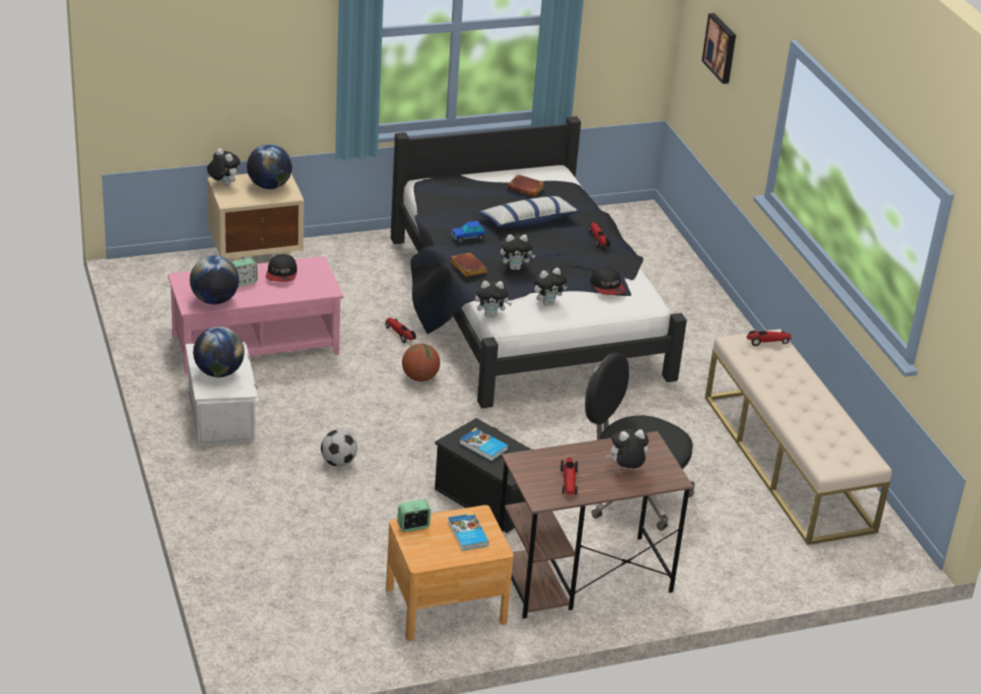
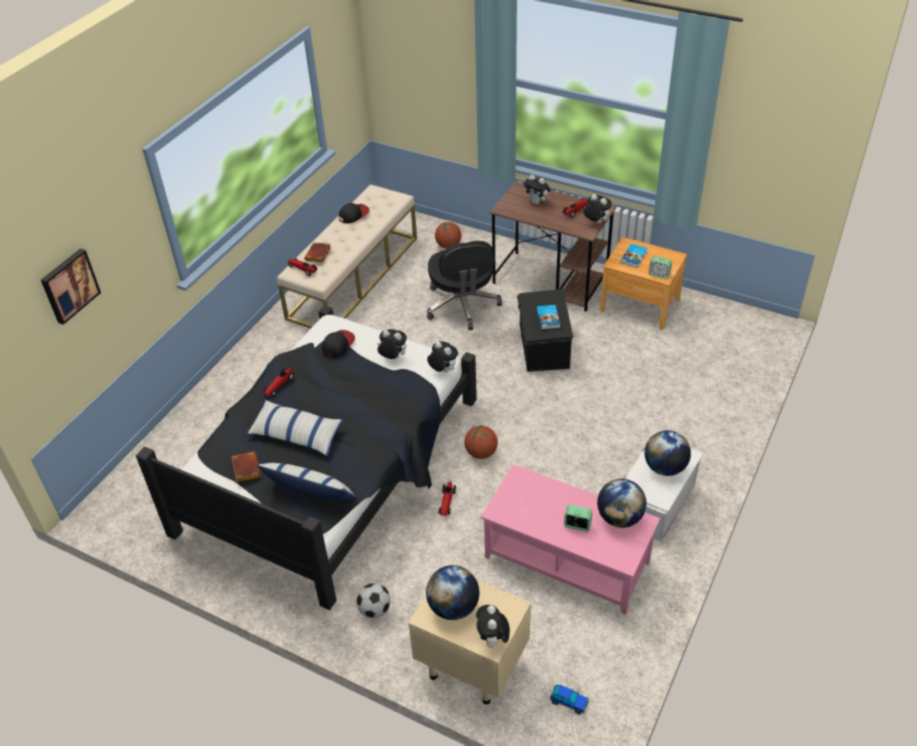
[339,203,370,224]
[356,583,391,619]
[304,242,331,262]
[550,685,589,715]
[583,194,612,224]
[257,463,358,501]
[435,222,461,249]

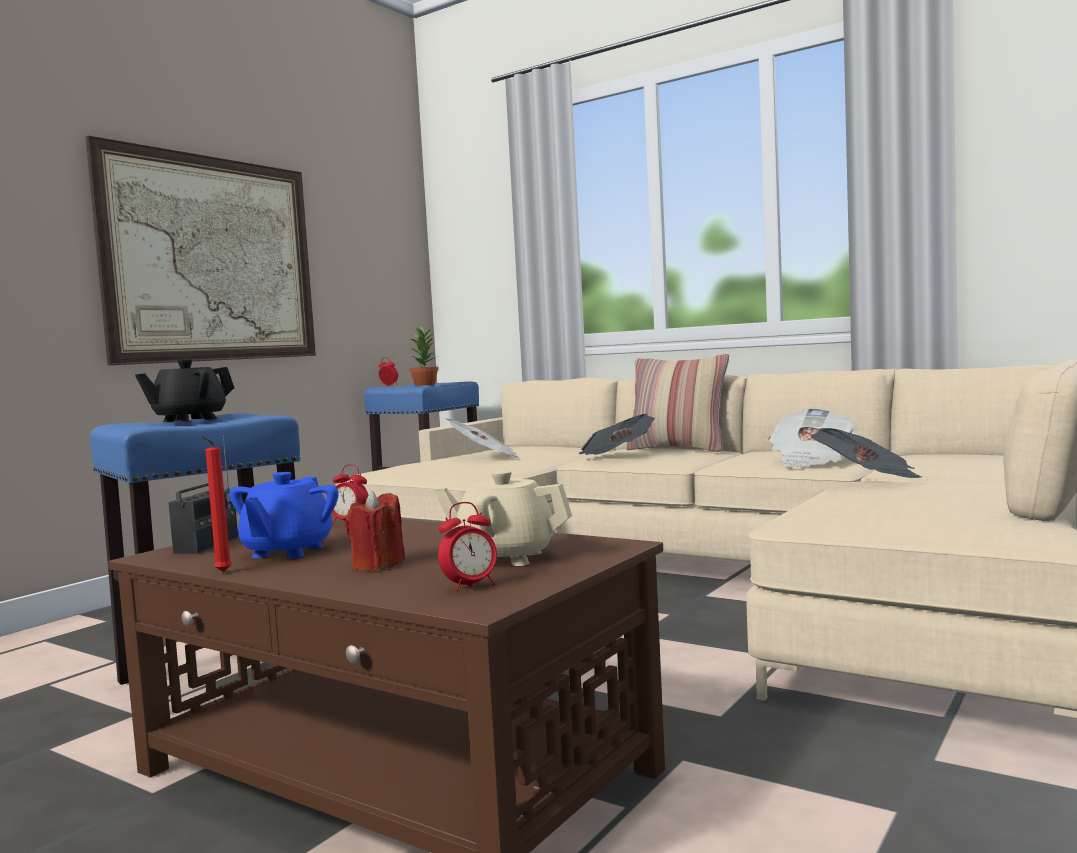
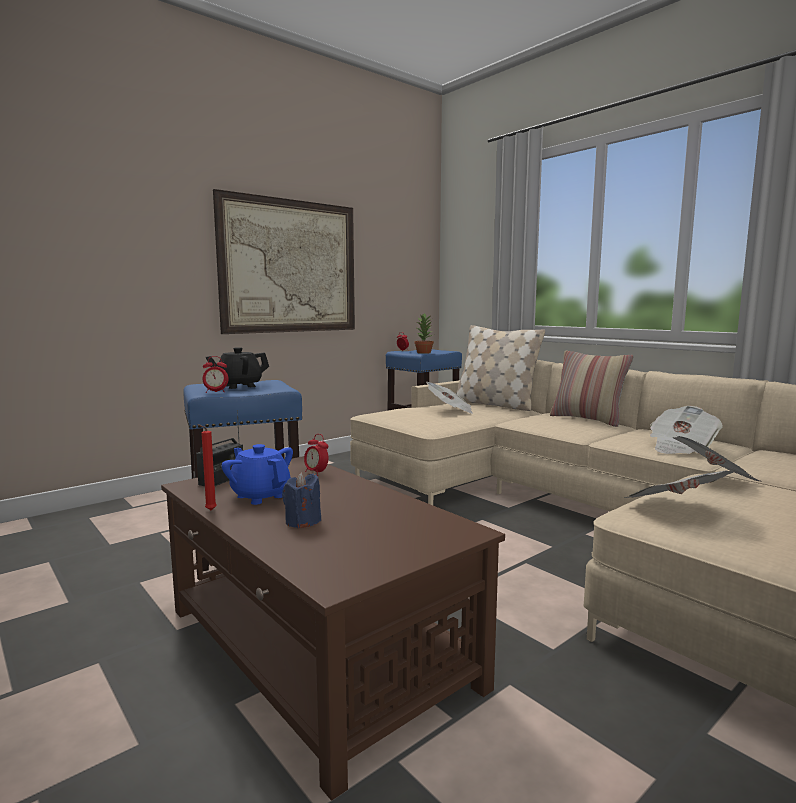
[222,444,293,505]
[282,472,321,528]
[434,470,572,566] (first image)
[203,356,229,393]
[624,470,734,498]
[456,325,545,411]

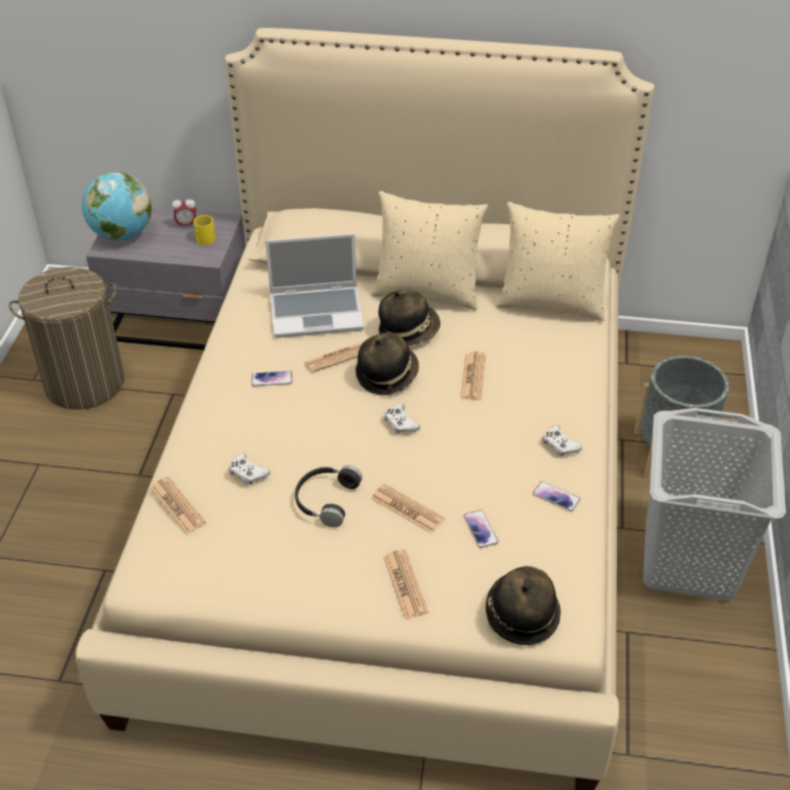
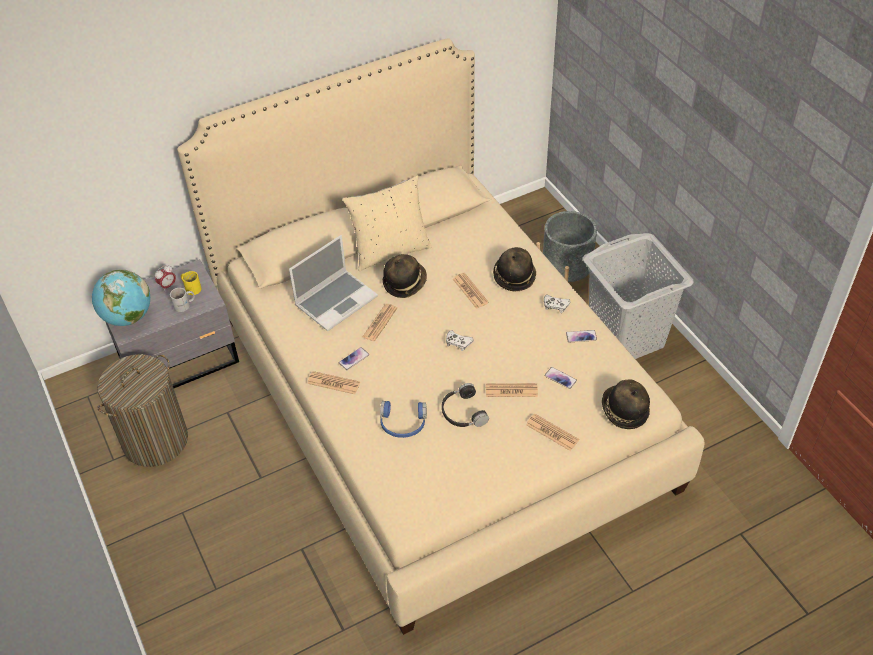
[308,371,360,394]
[380,401,427,438]
[493,247,536,291]
[496,202,620,321] (first image)
[170,288,195,312]

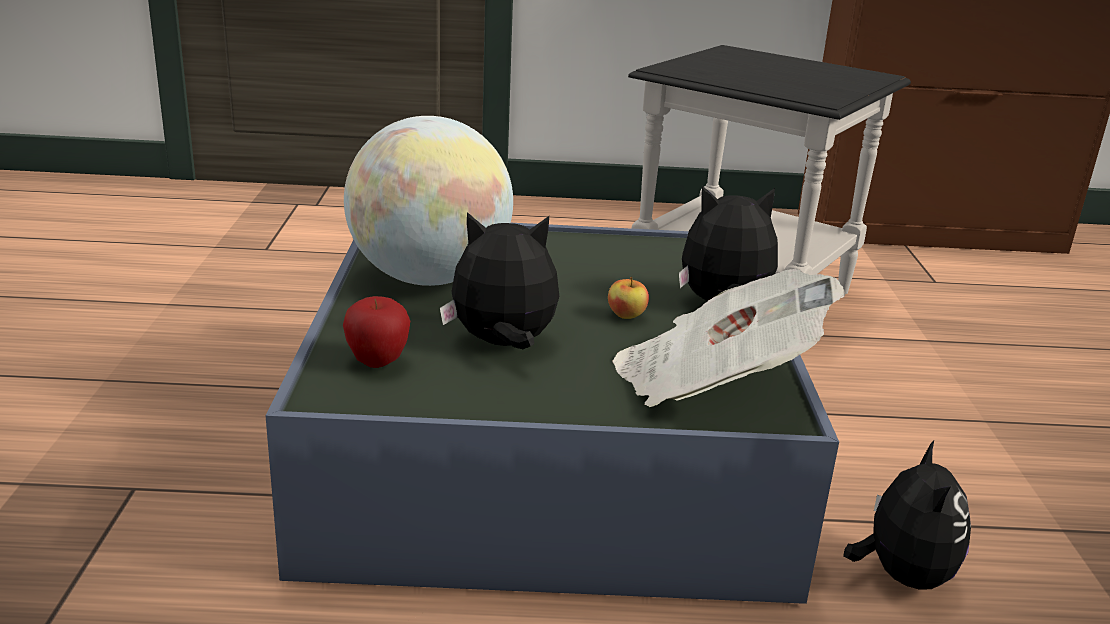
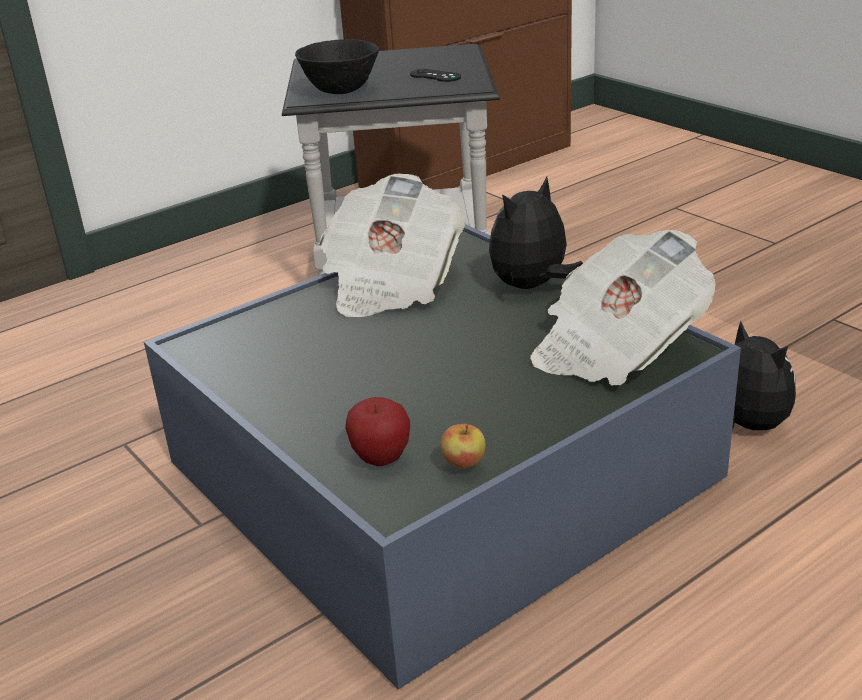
[344,116,513,286] (first image)
[440,212,559,349] (first image)
[440,424,486,469]
[295,39,379,94]
[320,174,465,317]
[410,69,461,82]

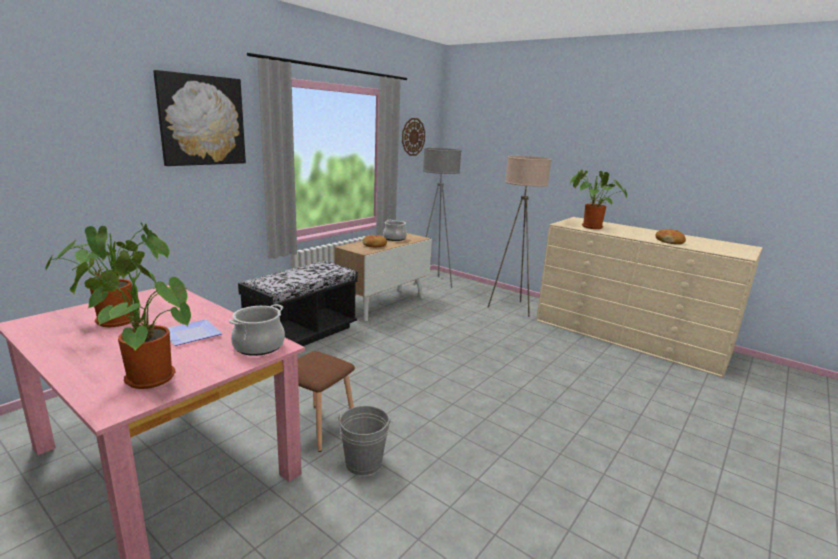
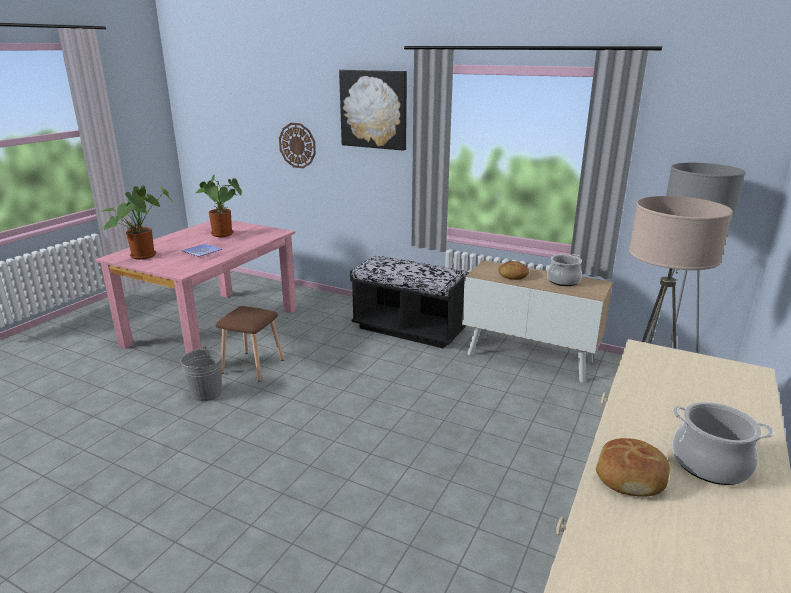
[672,402,774,485]
[279,123,316,168]
[570,170,627,229] (first image)

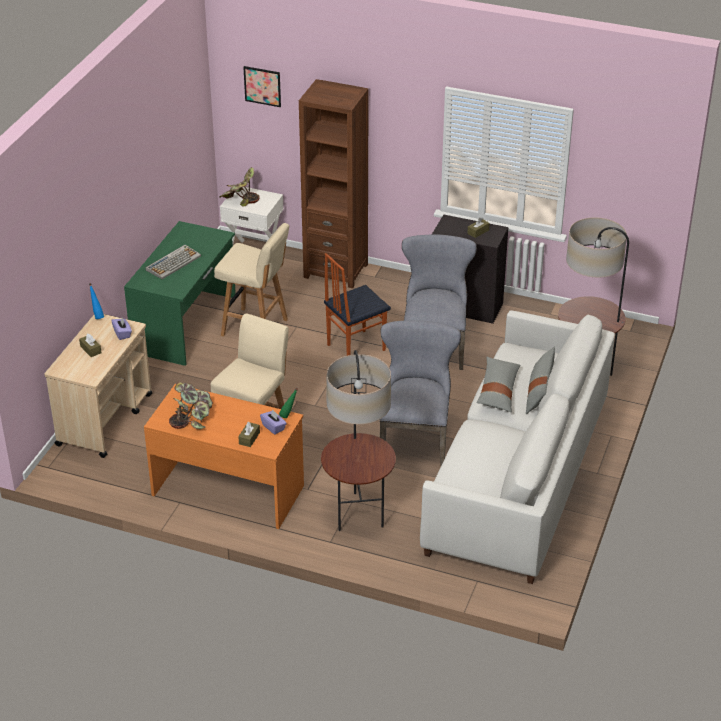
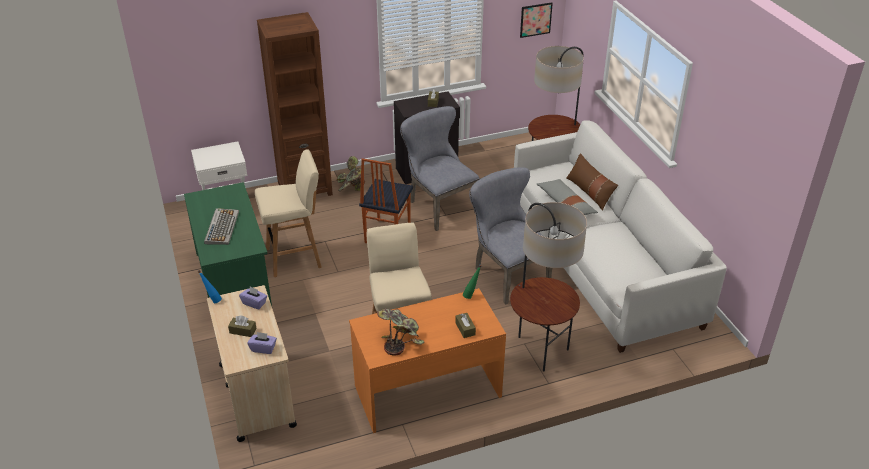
[337,156,365,192]
[520,2,553,38]
[247,332,277,354]
[566,153,618,211]

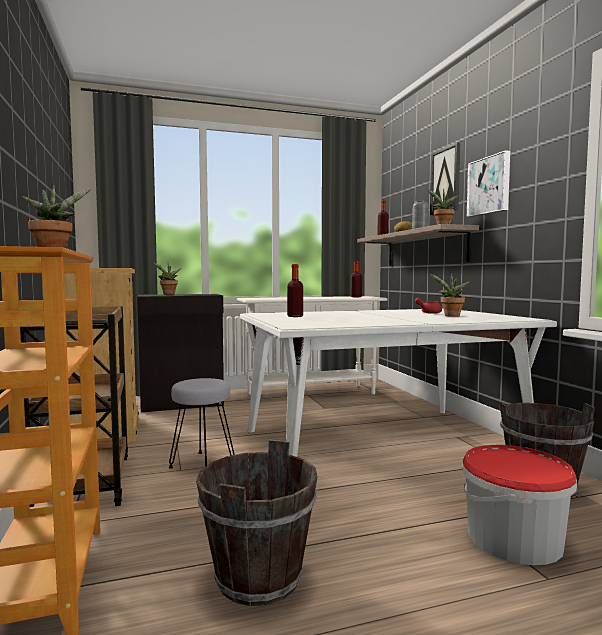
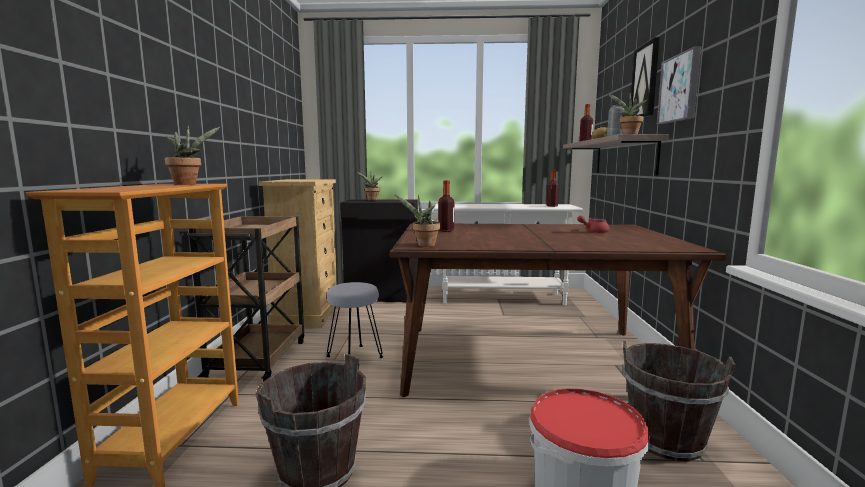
[390,223,726,397]
[394,194,440,247]

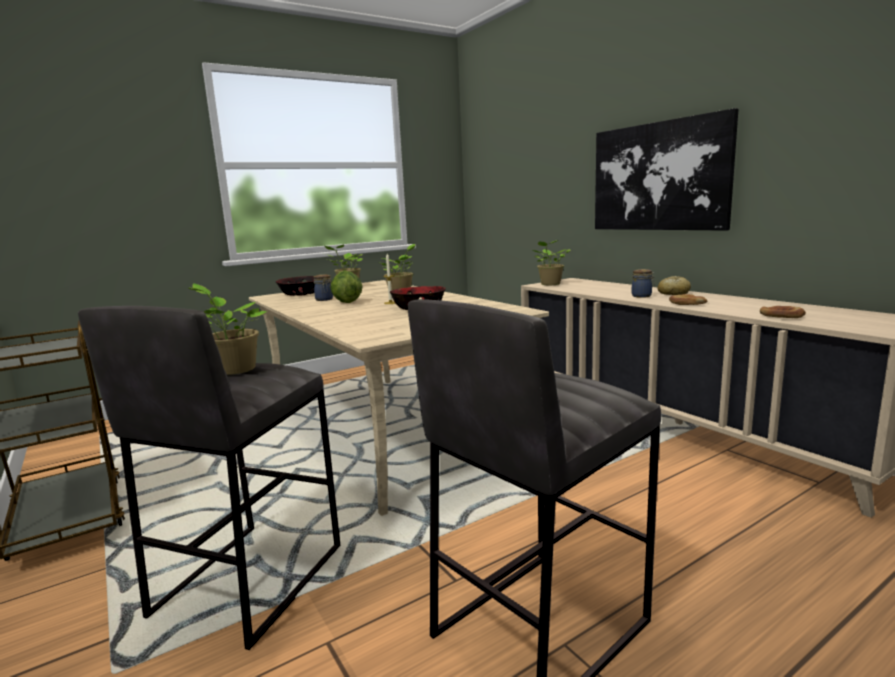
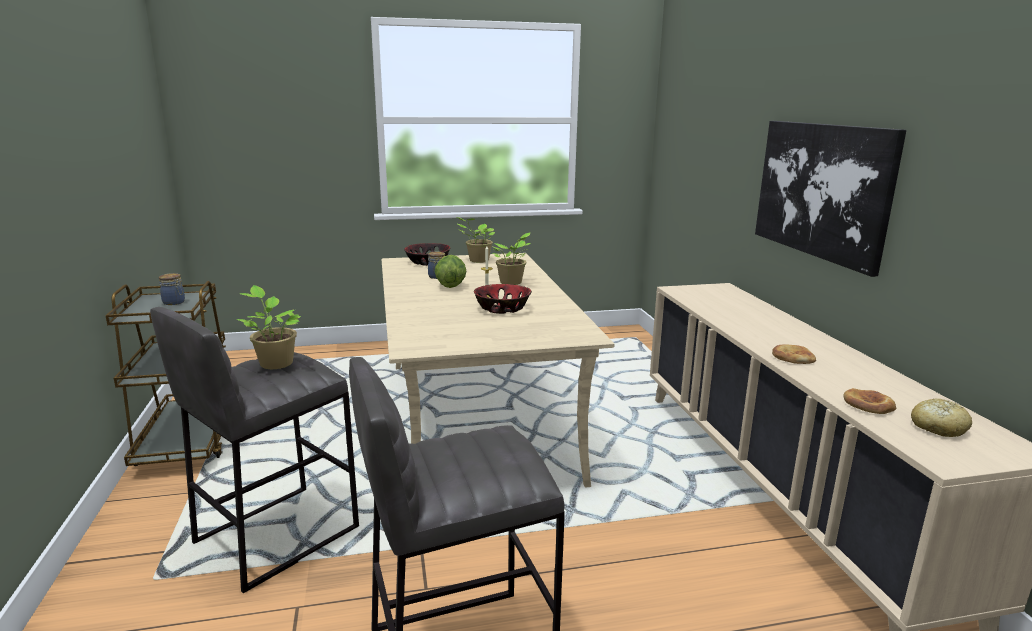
[532,240,570,285] (first image)
[159,273,185,305]
[911,398,972,437]

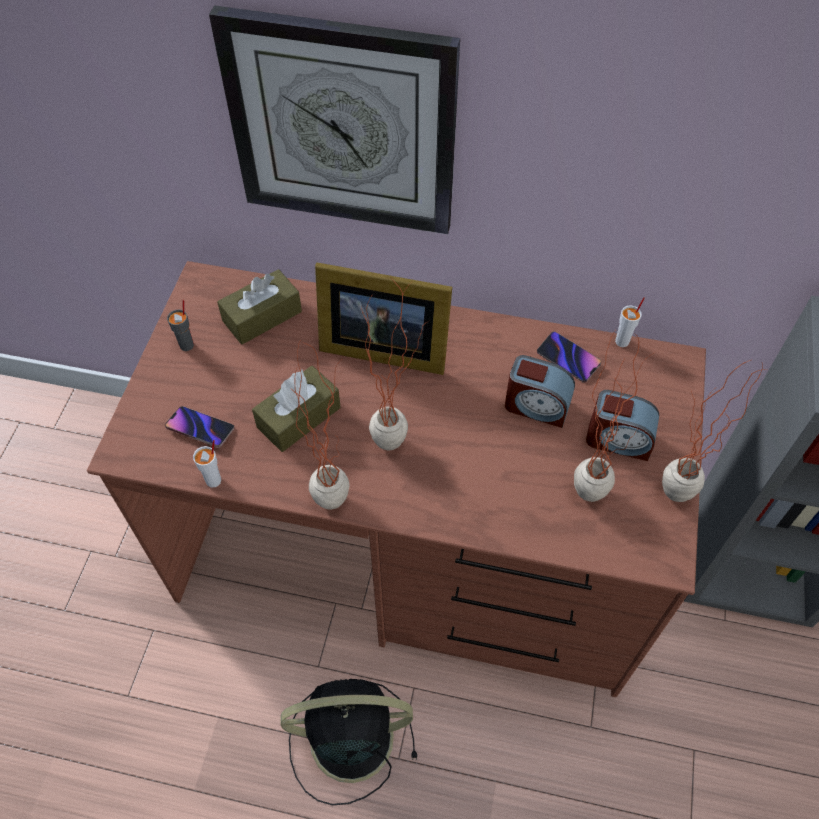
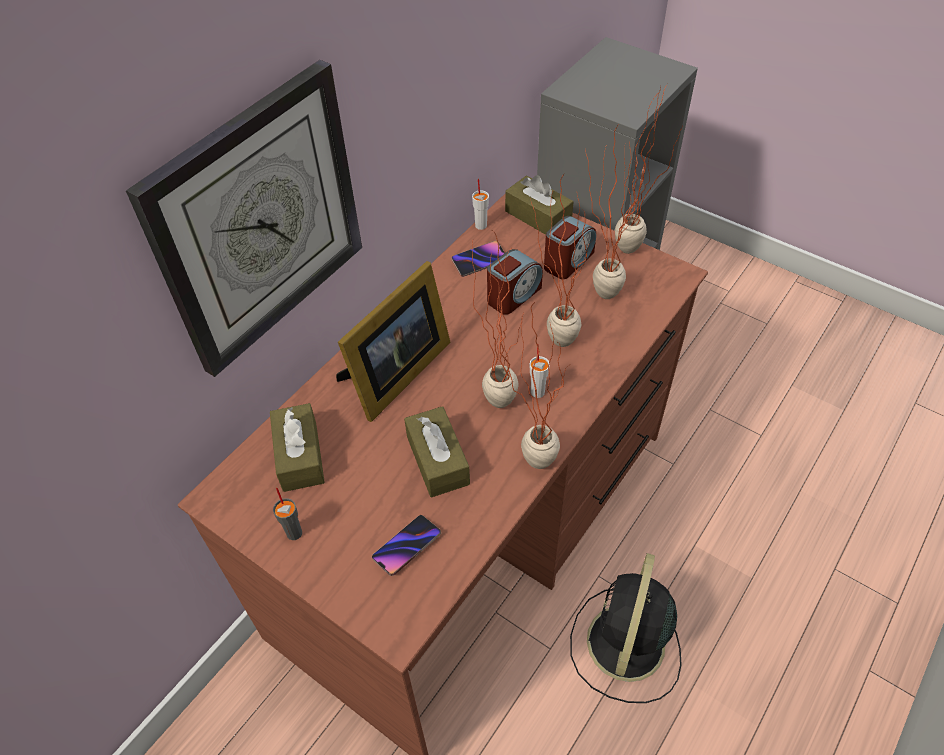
[530,344,550,398]
[505,175,574,235]
[530,174,592,347]

